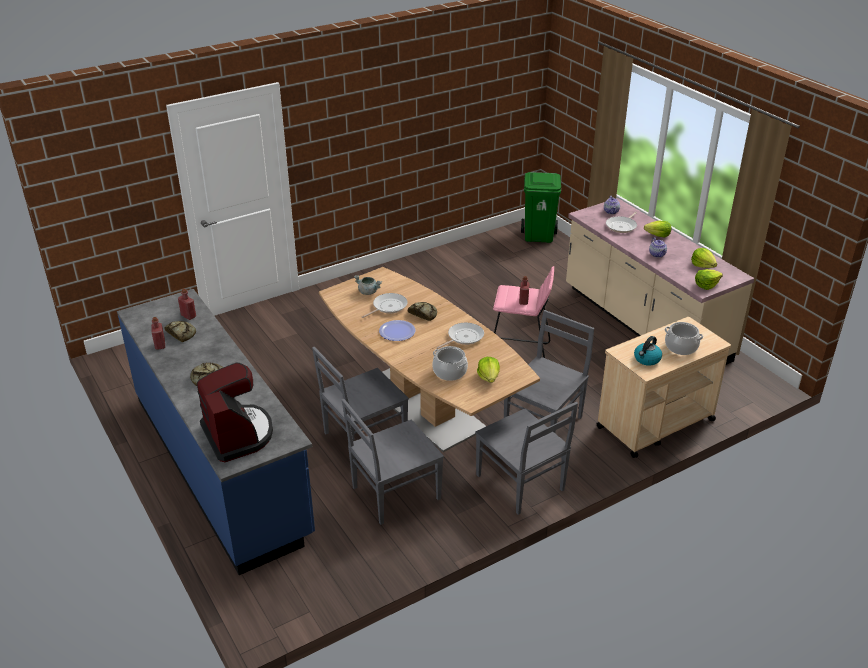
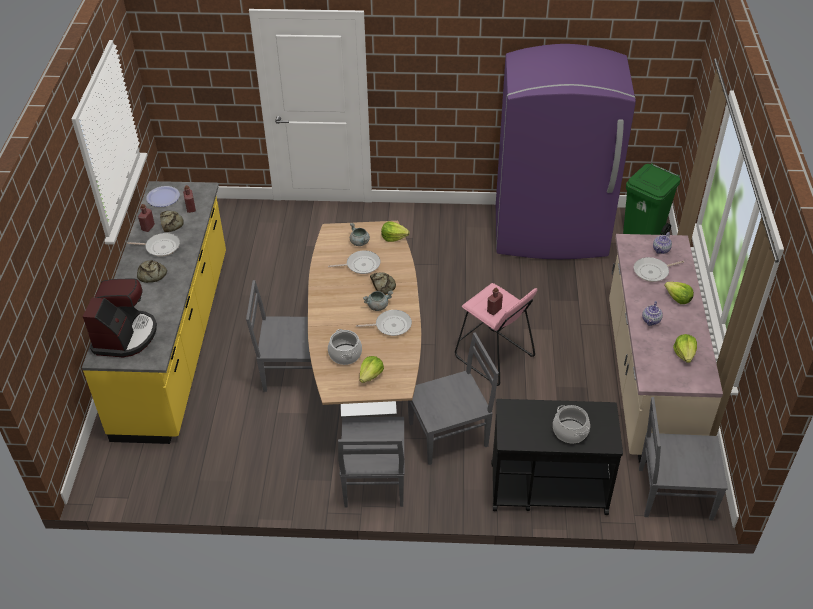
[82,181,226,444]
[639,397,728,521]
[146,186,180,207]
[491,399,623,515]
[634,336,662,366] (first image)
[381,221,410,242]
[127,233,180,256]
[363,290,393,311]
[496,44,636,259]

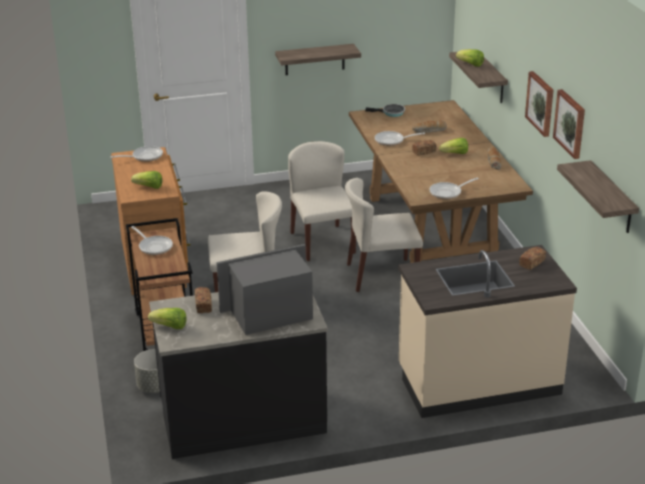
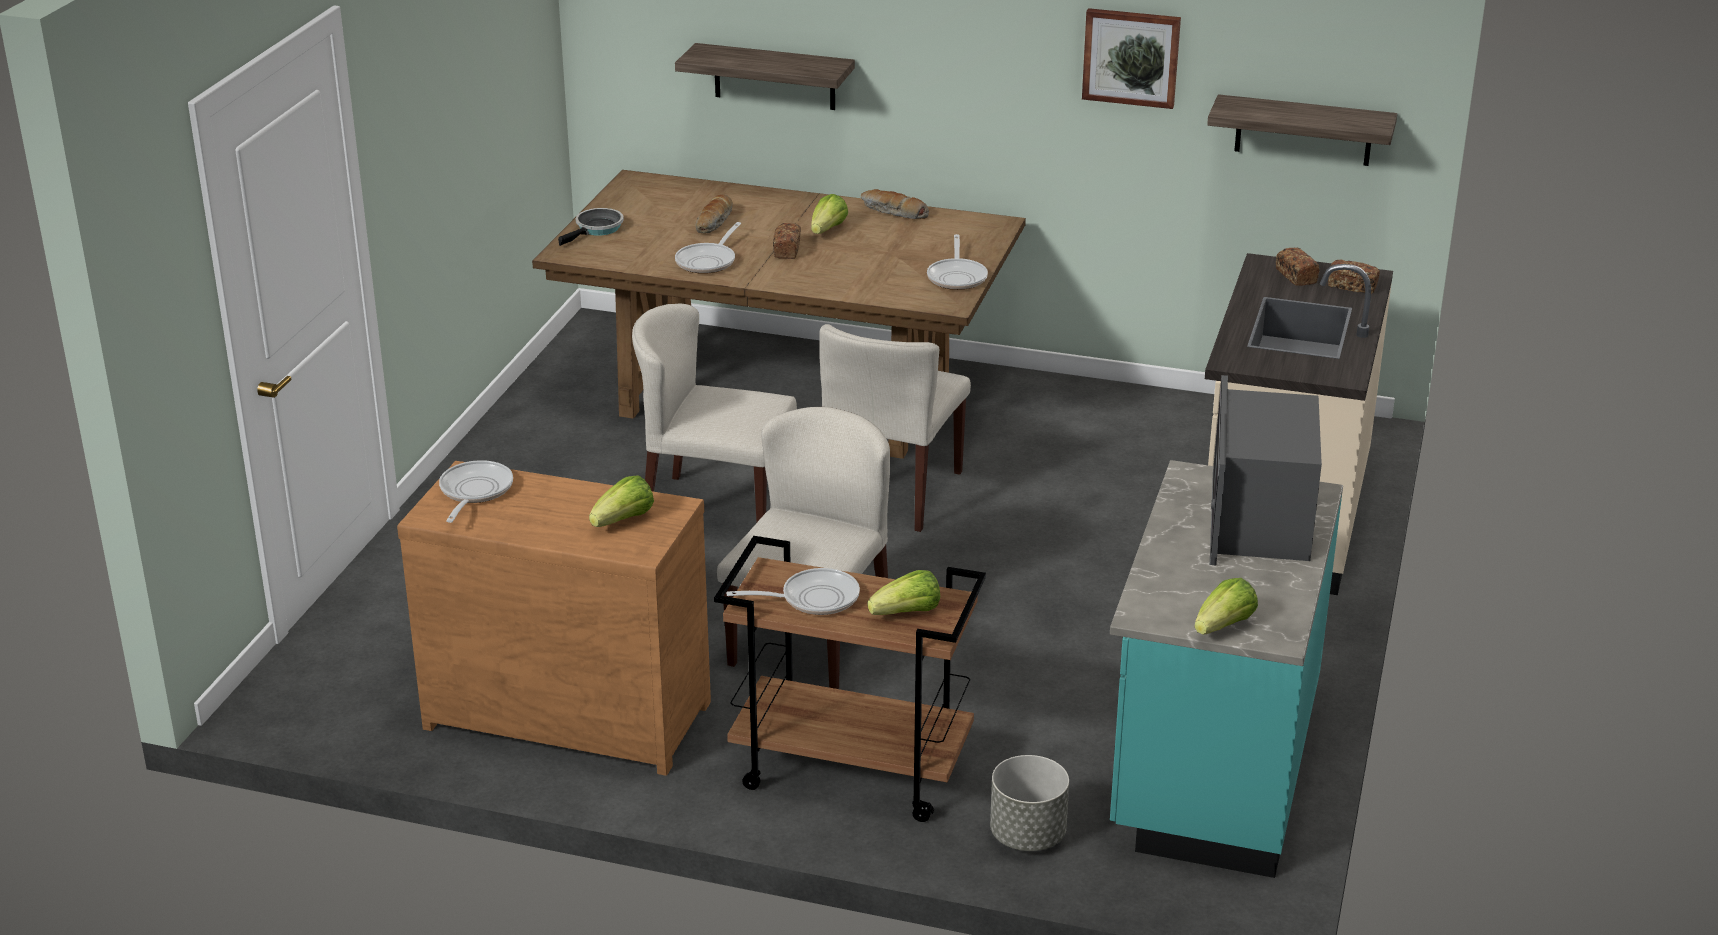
[1110,460,1343,878]
[1328,259,1380,294]
[275,44,361,75] (first image)
[868,570,940,615]
[525,71,553,137] (first image)

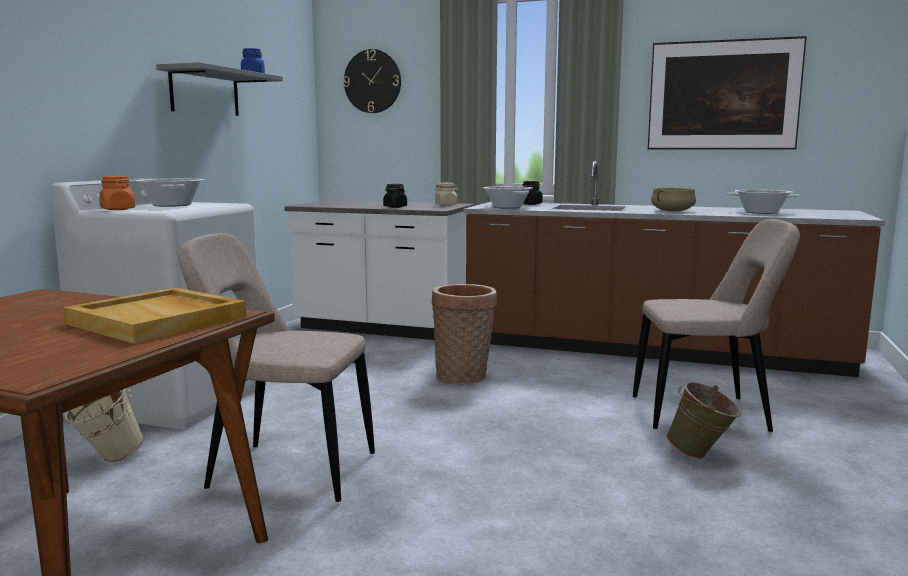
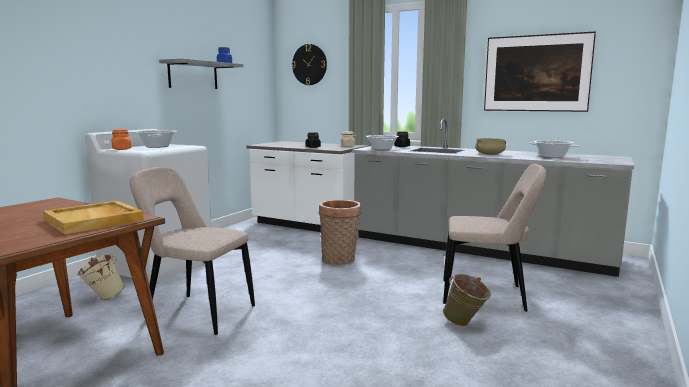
[352,119,634,277]

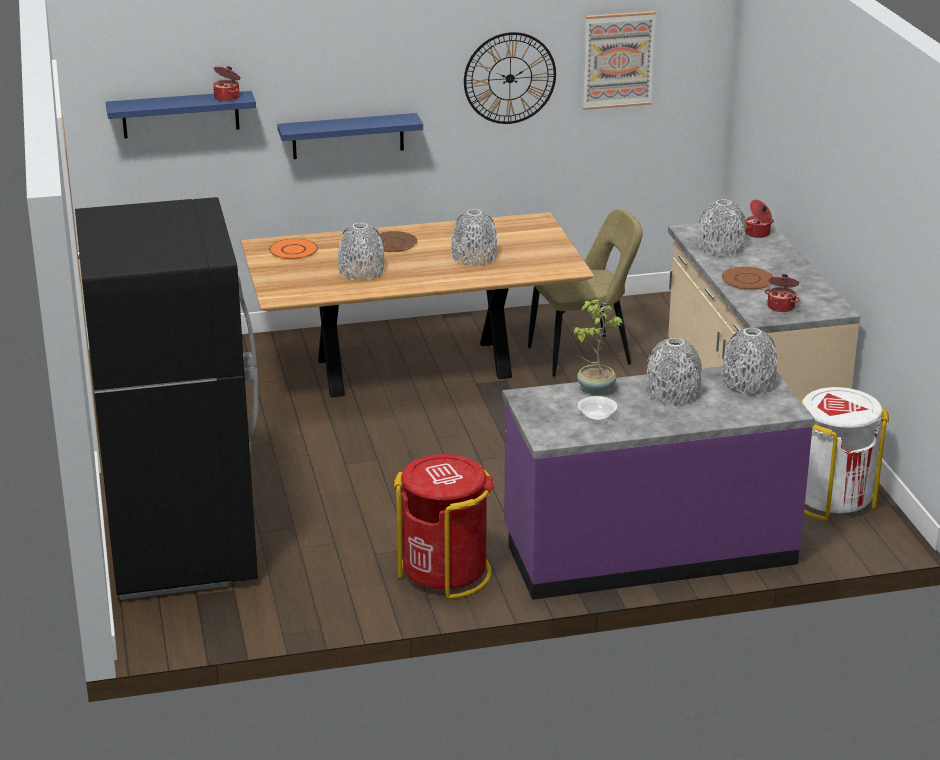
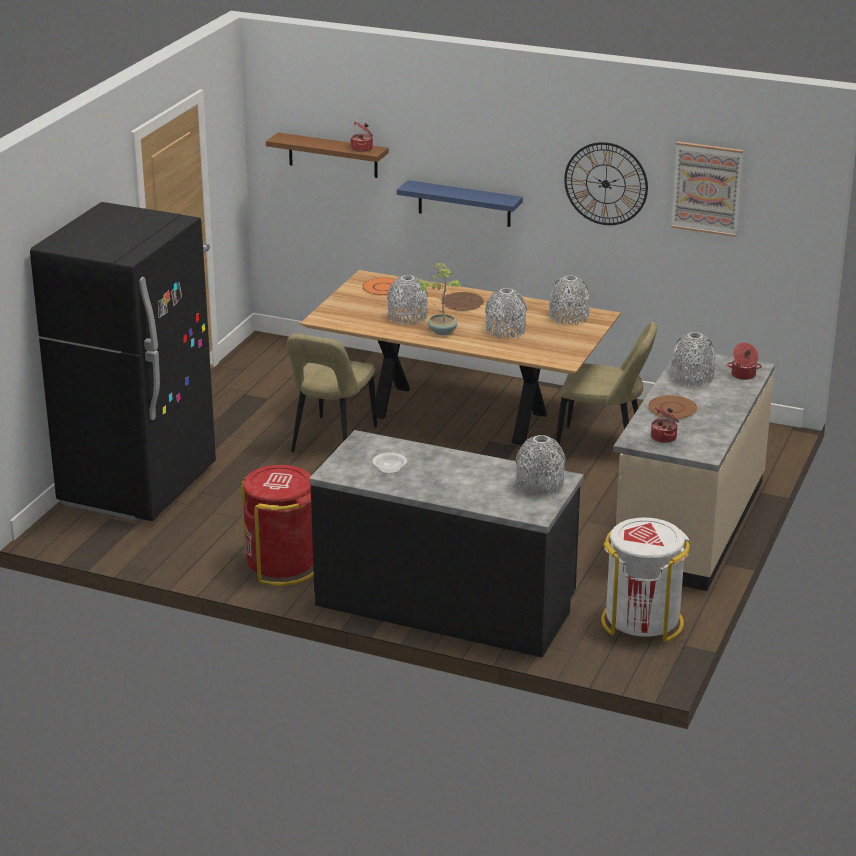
[266,133,389,178]
[309,430,584,658]
[417,263,460,335]
[550,275,590,325]
[287,334,377,452]

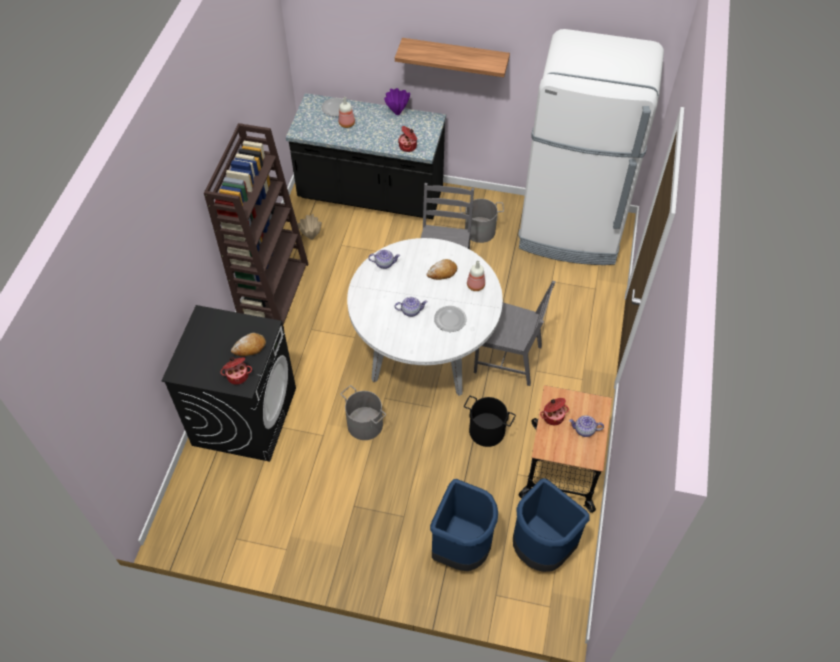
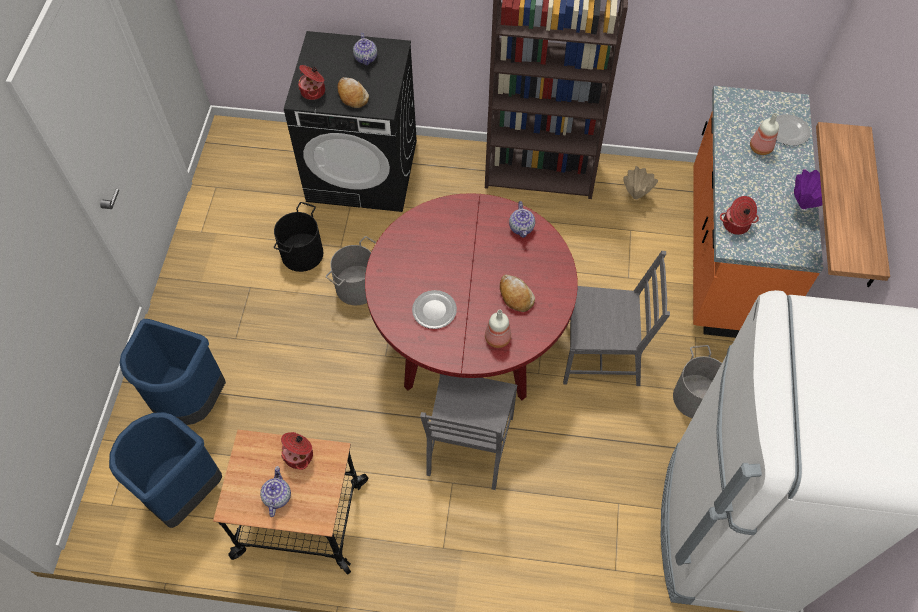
[693,86,823,338]
[365,193,578,400]
[353,33,377,65]
[274,202,323,272]

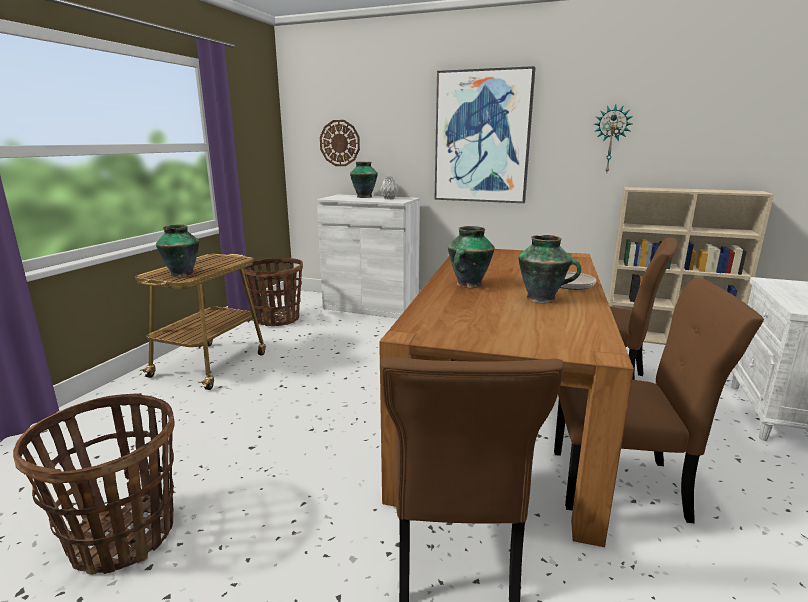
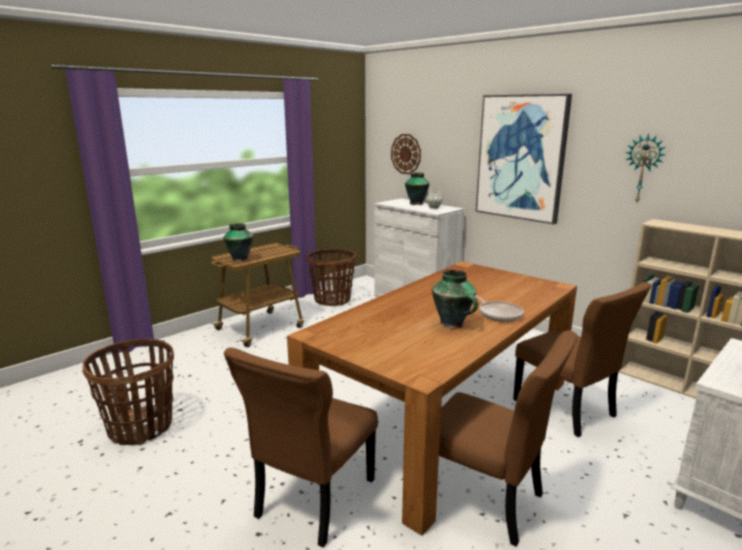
[448,226,495,288] (first image)

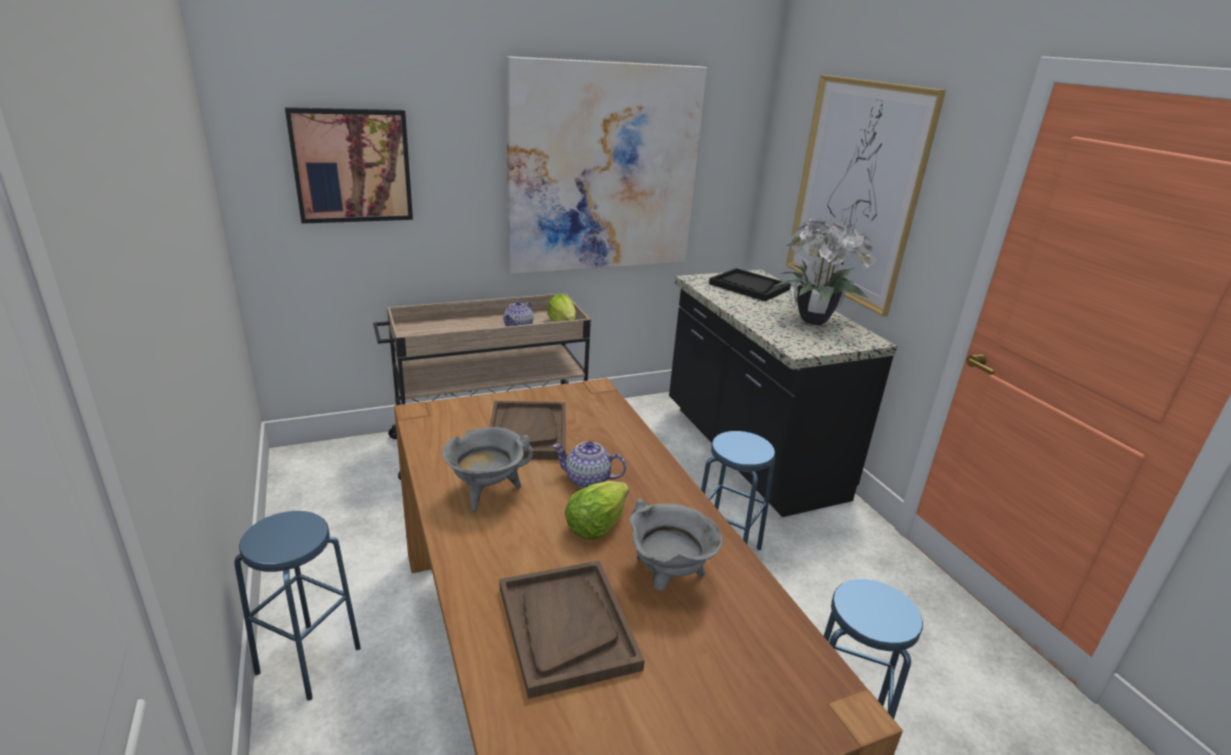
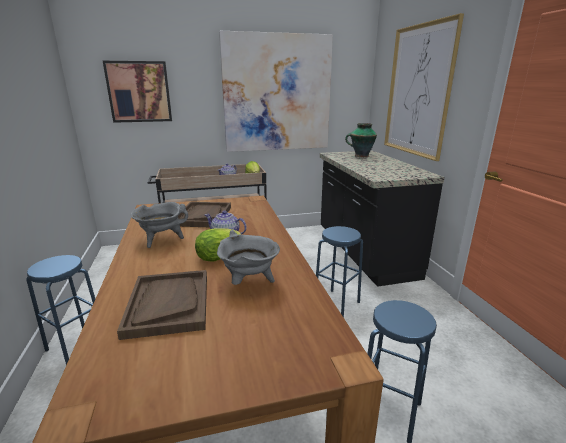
[345,123,377,157]
[773,217,878,325] (first image)

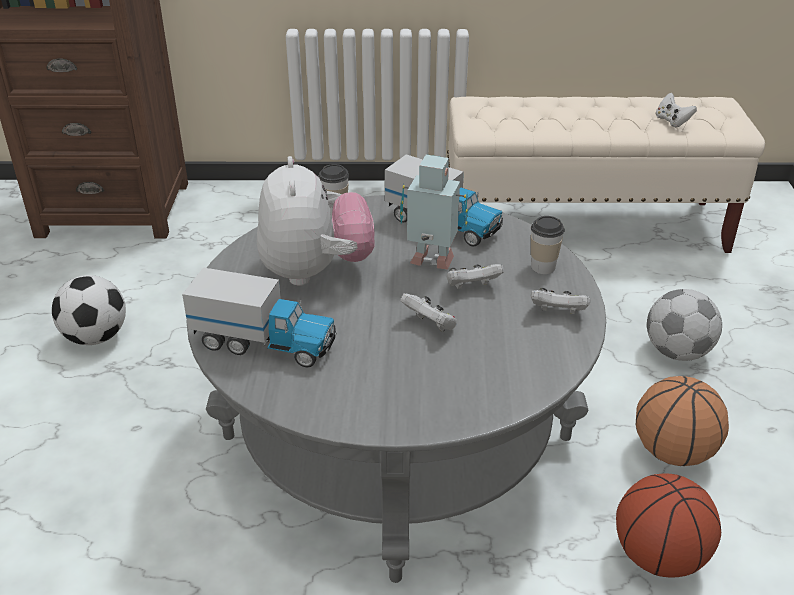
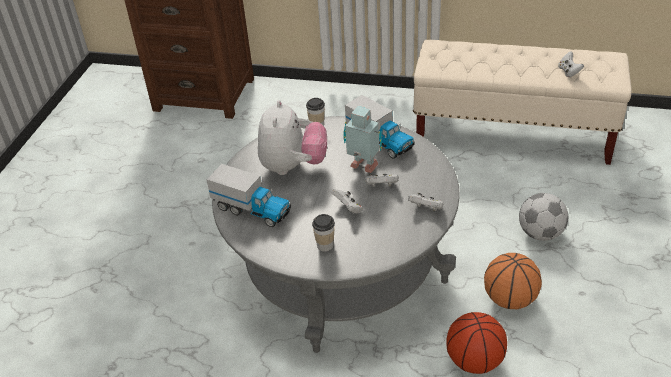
[52,275,126,345] (first image)
[312,214,335,252]

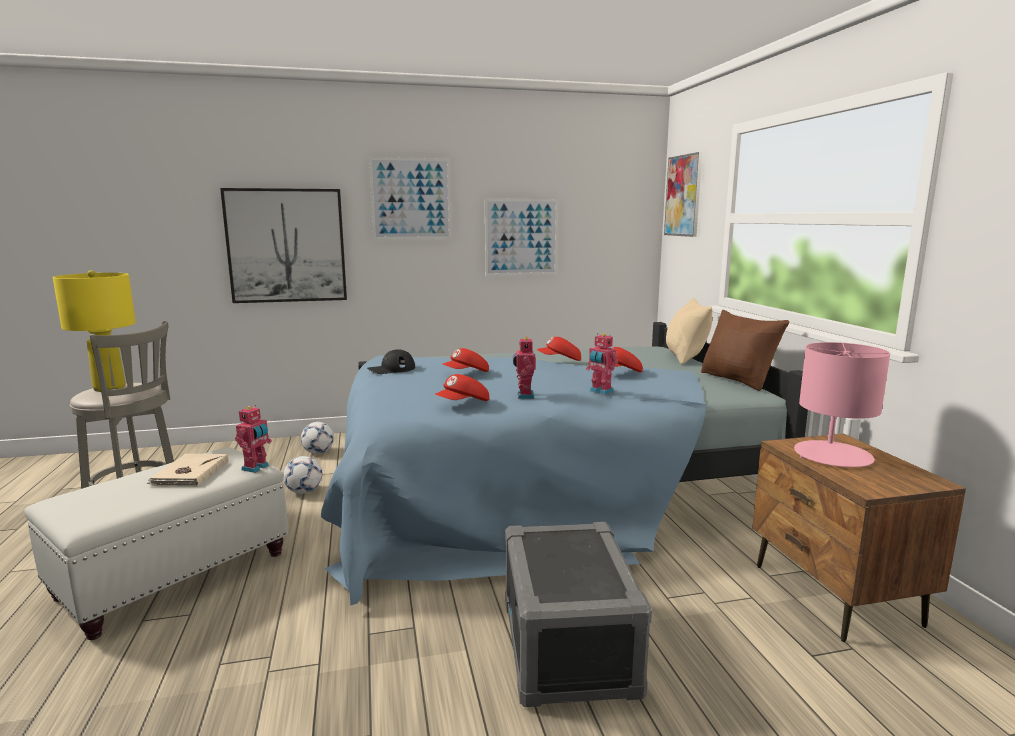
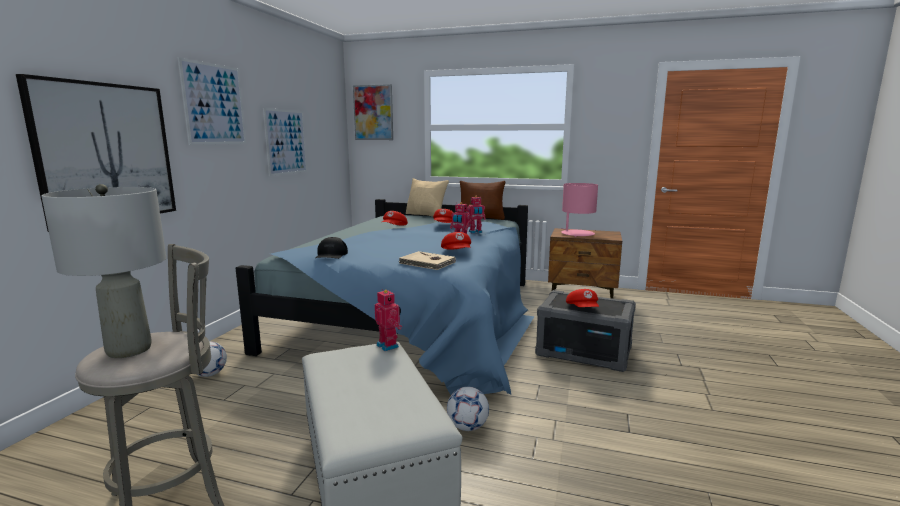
[41,184,166,358]
[399,251,455,270]
[447,387,489,431]
[566,289,599,307]

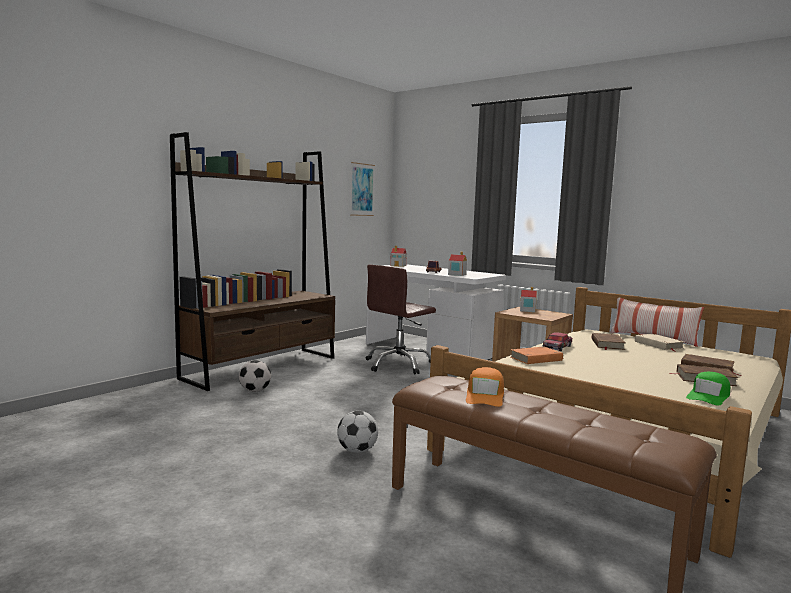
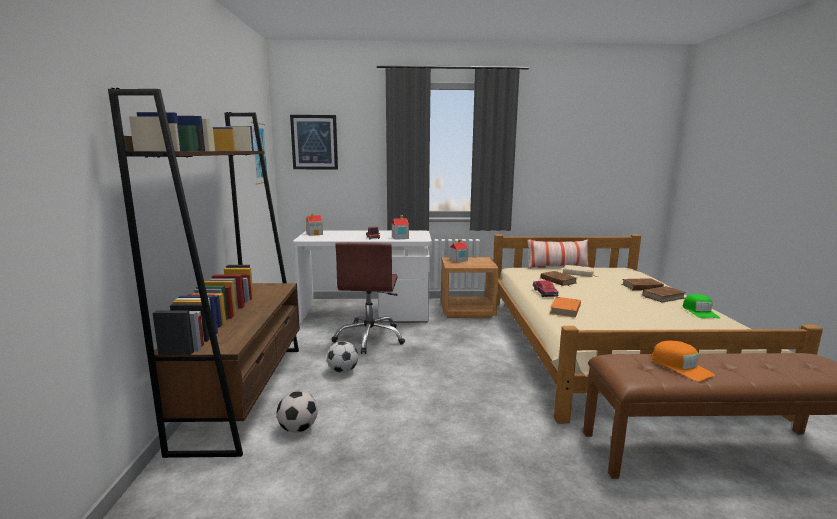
[327,341,358,373]
[290,115,338,170]

